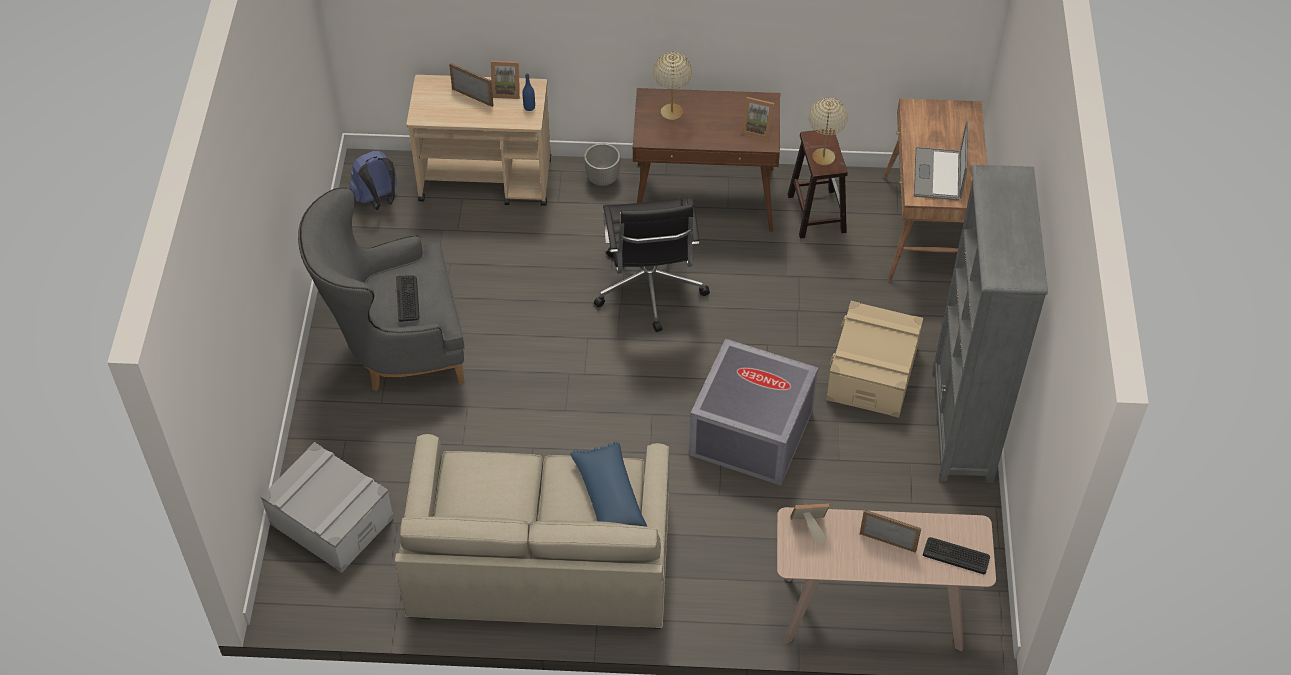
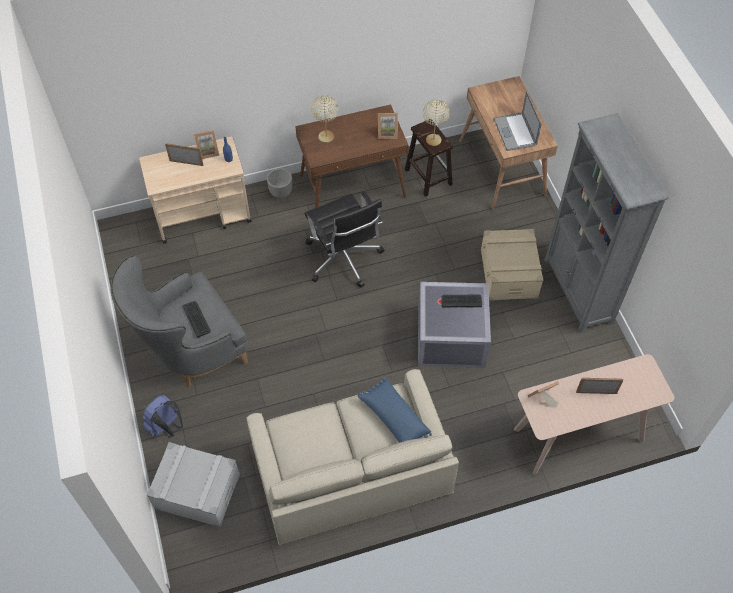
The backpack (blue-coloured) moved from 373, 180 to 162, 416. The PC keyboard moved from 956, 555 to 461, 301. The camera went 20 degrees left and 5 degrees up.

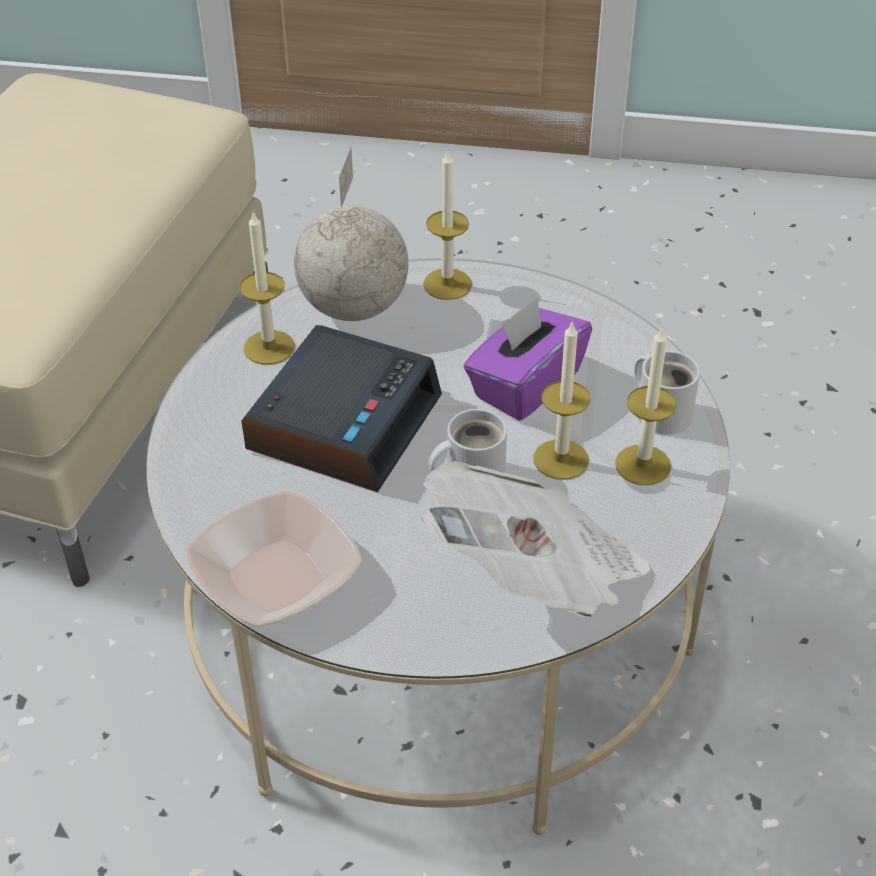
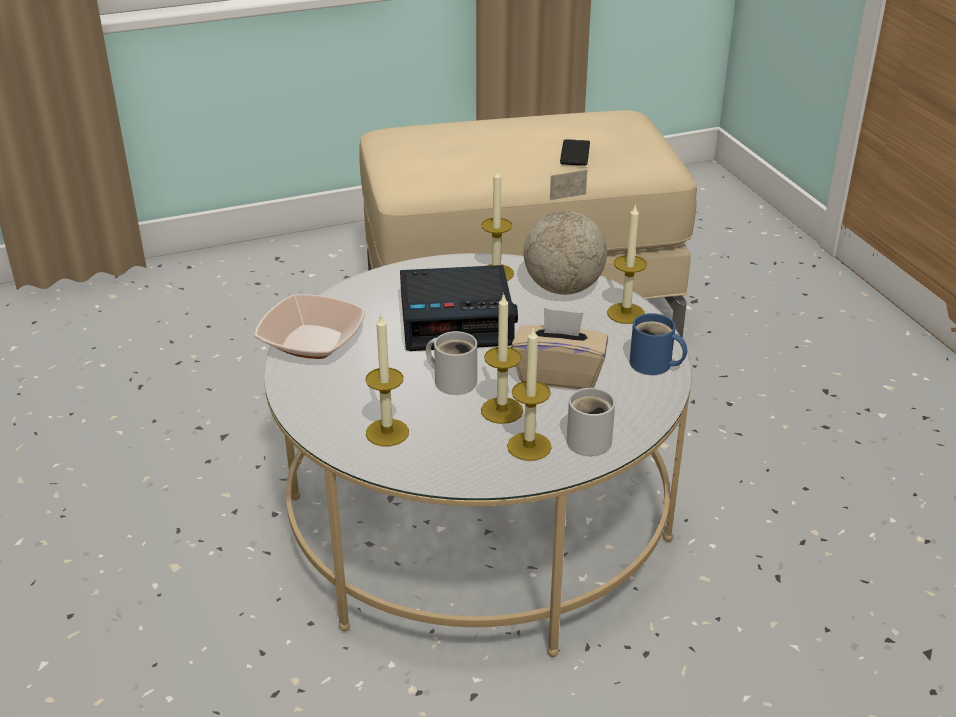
The box of tissues (purple) at 527, 359 became the box of tissues (sand-coloured) at 559, 349. The printed paper at 535, 539 was replaced by the candle at 387, 380. The telephone at 575, 152 appeared. The coffee mug (blue-coloured) at 658, 344 appeared. The camera went 60 degrees right and 10 degrees down.

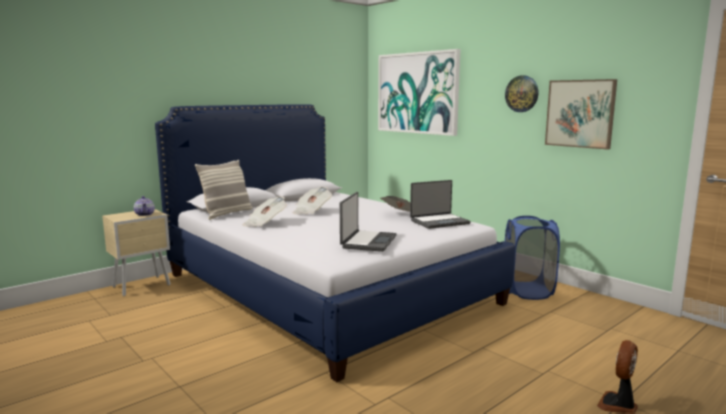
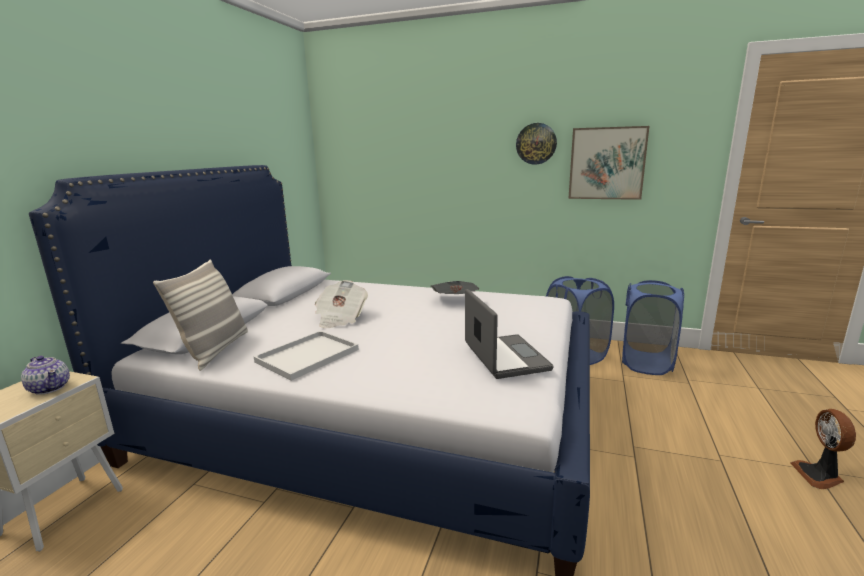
The picture at 419, 92 disappeared. The laptop at 440, 204 disappeared. The printed paper at 264, 211 was replaced by the carrying tray (white-coloured) at 306, 356. The hamper (blue-coloured) at 653, 327 appeared. The camera went 30 degrees left and 5 degrees up.

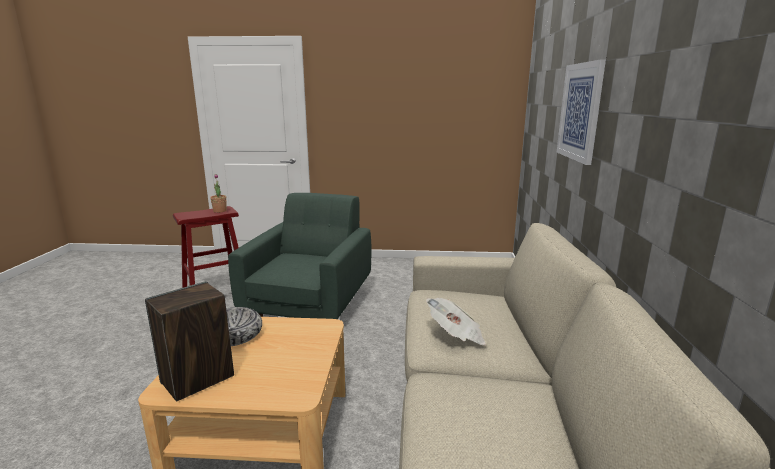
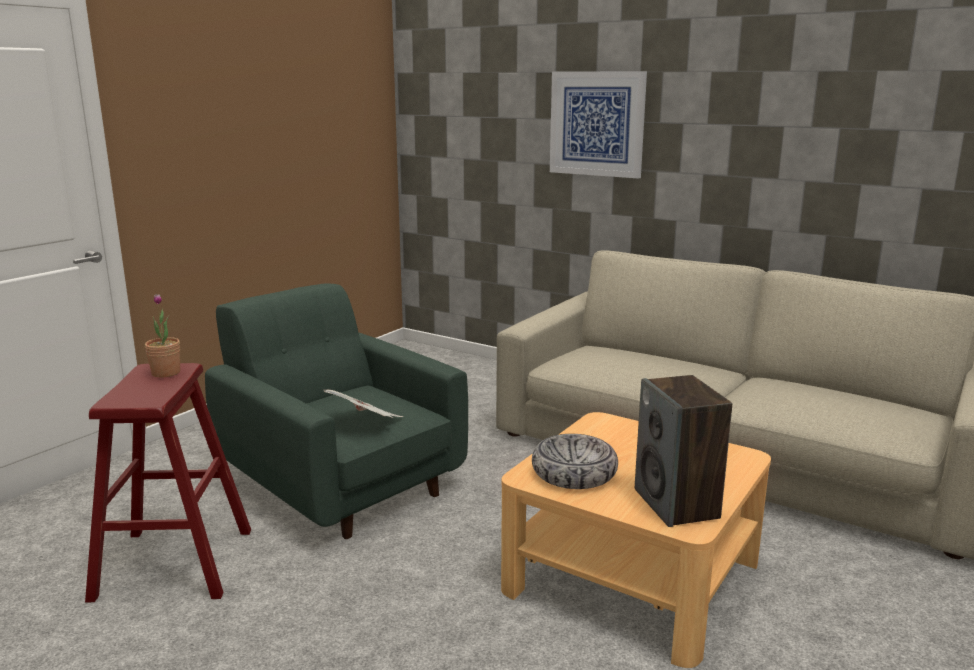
The printed paper moved from 456, 322 to 363, 404. The camera went 60 degrees left and 0 degrees up.

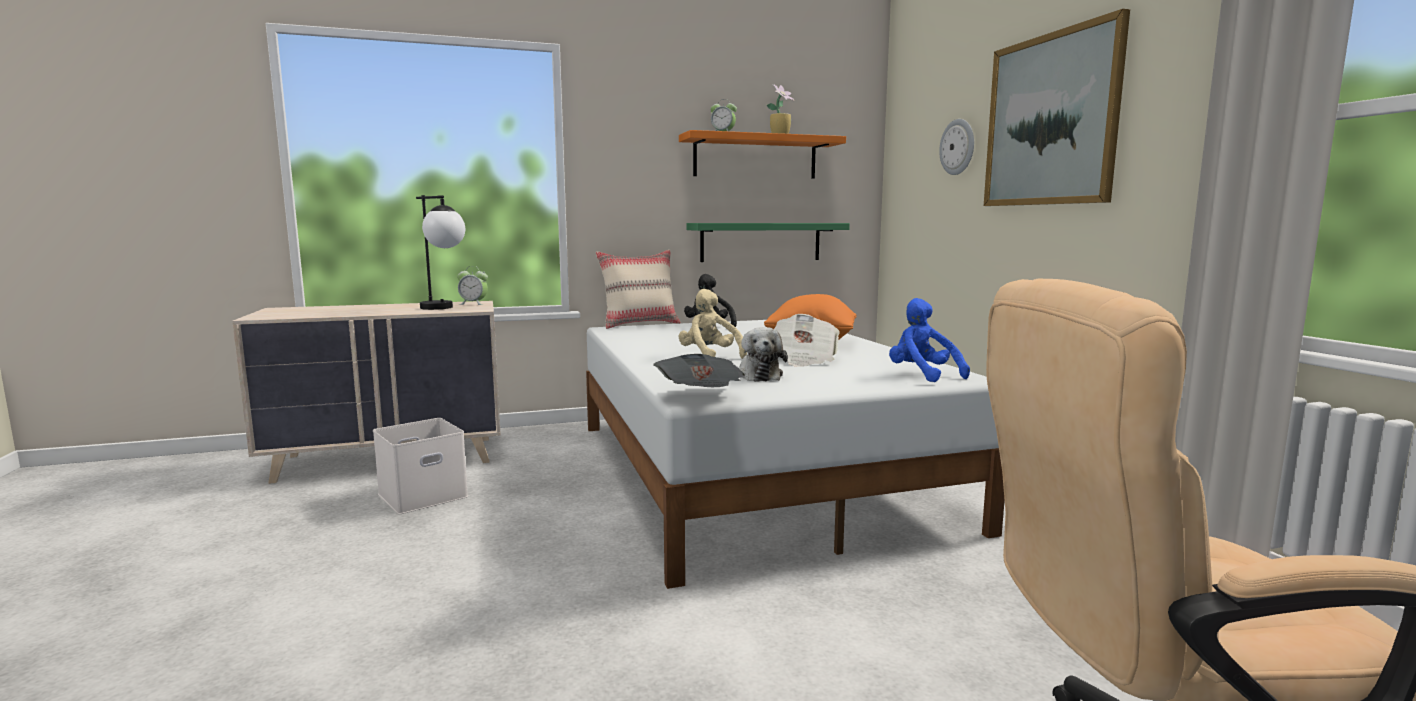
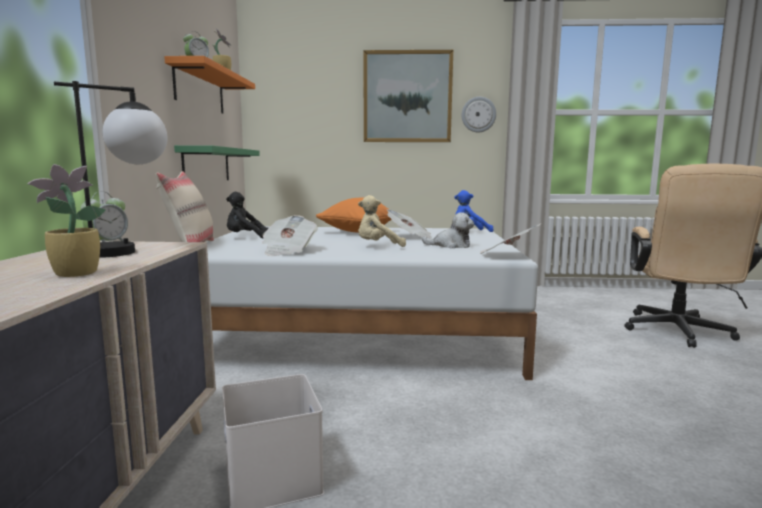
The wall clock moved from 956, 147 to 478, 114. The plant in a pot at 66, 220 appeared. The printed paper at 290, 235 appeared. The camera went 70 degrees left and 0 degrees up.

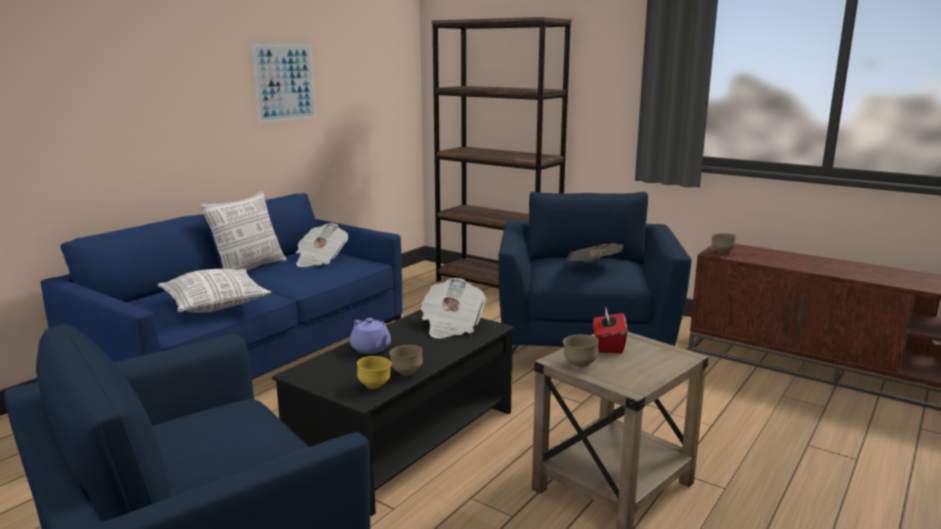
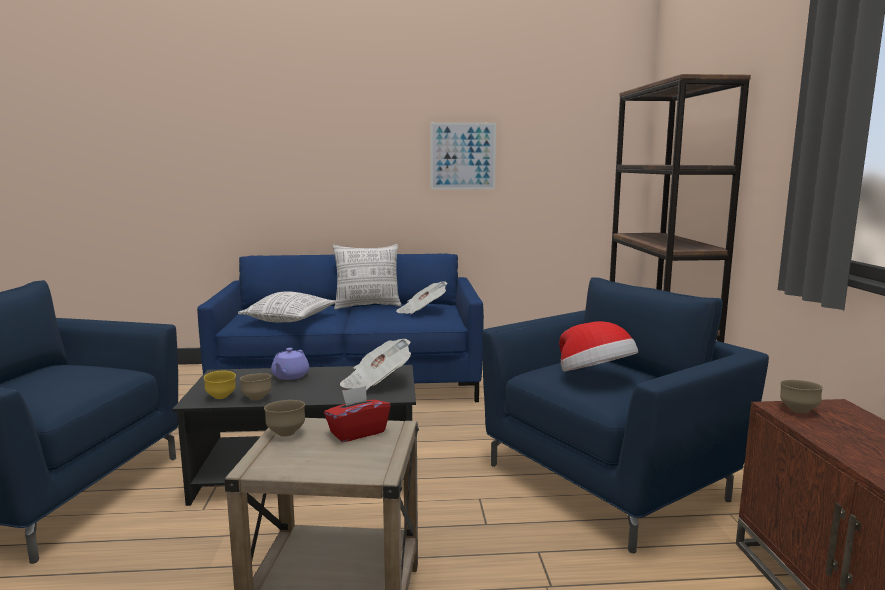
The printed paper at 595, 252 was replaced by the clothing hat at 598, 346. The camera went 50 degrees right and 5 degrees down.

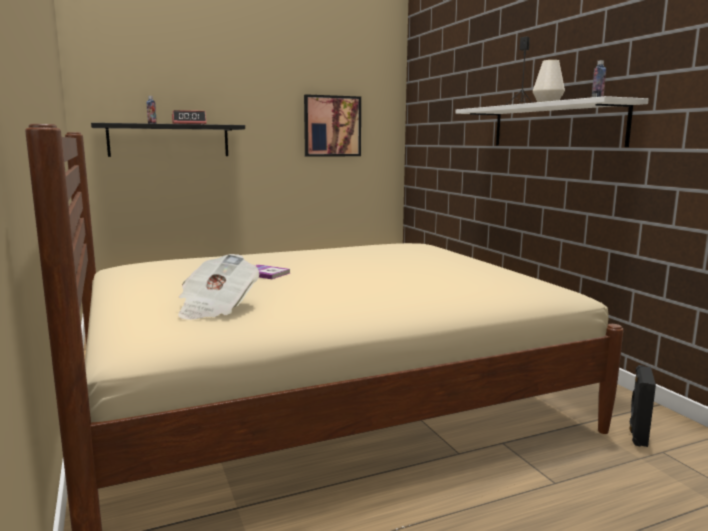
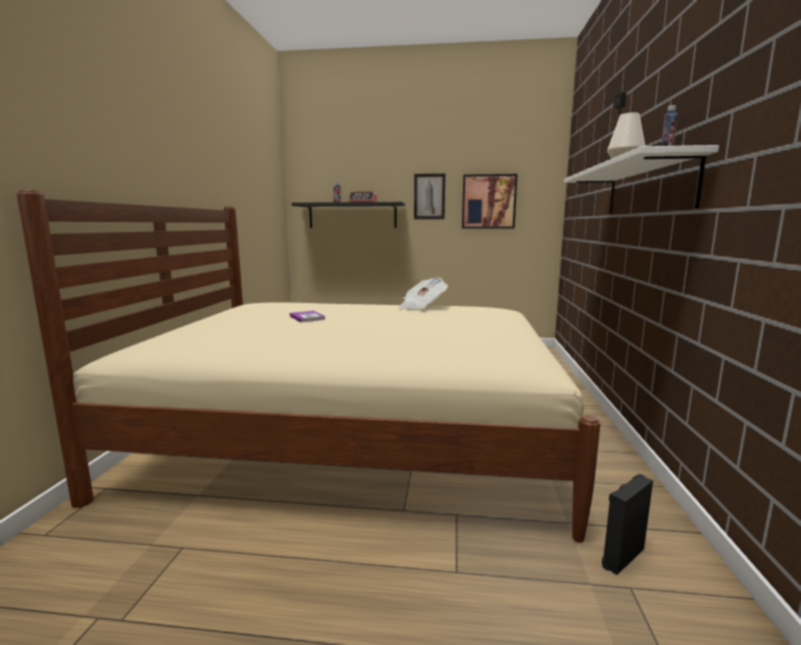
The printed paper moved from 219, 287 to 423, 293. The picture at 429, 196 appeared. The camera went 30 degrees right and 0 degrees up.

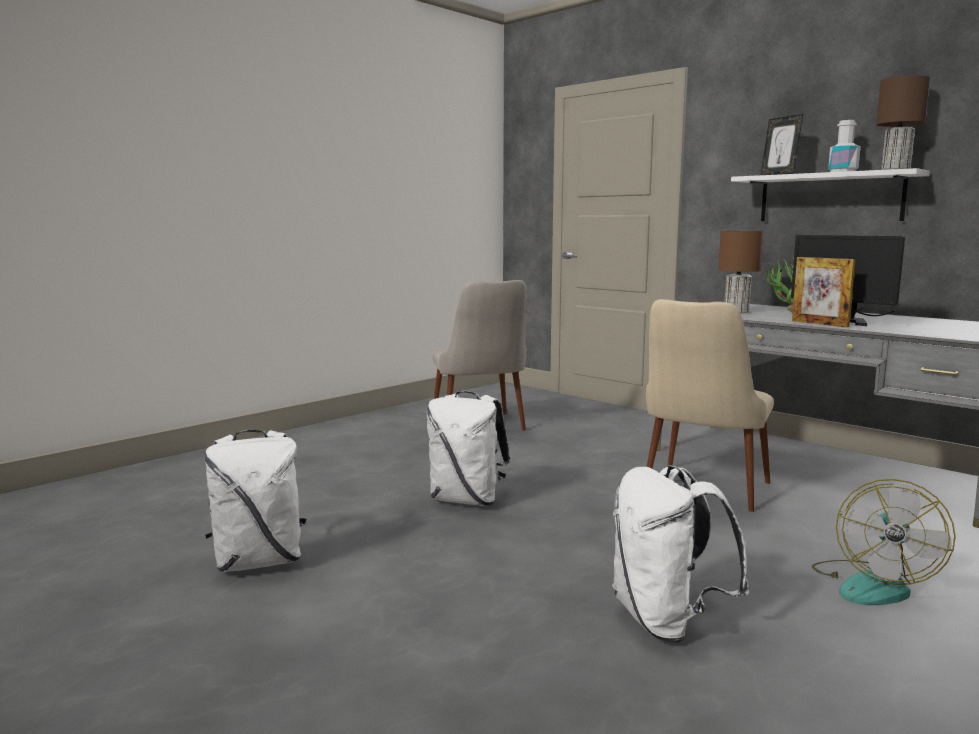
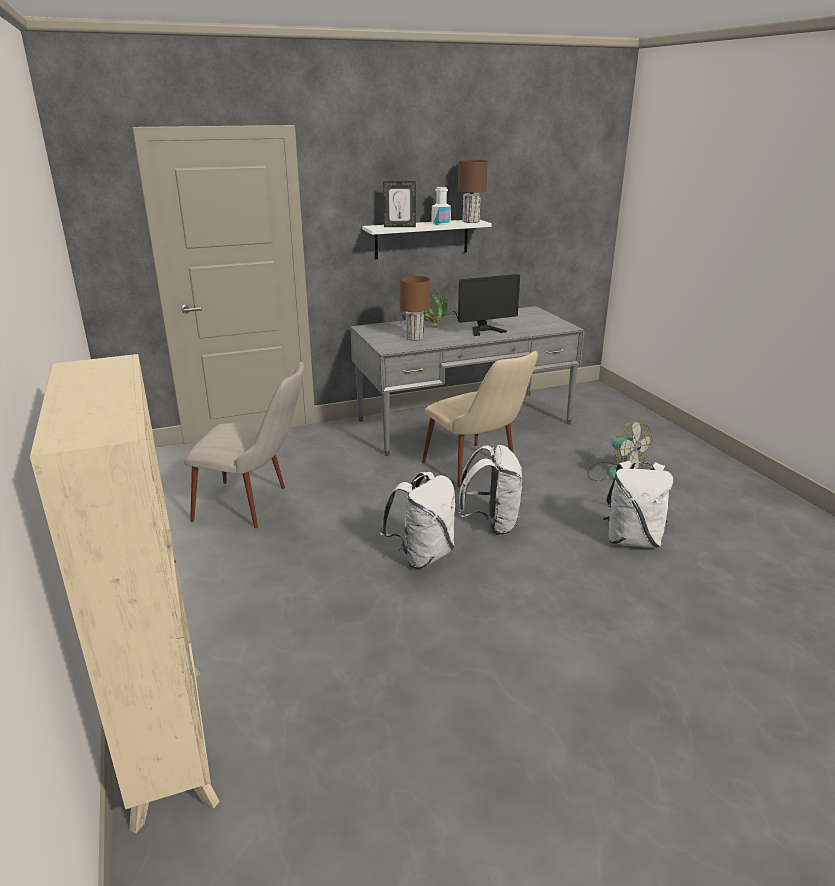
The picture frame at 824, 292 disappeared. The backpack (white-coloured) moved from 255, 500 to 491, 490. The shelving unit (sand-coloured) at 124, 593 appeared. The camera went 65 degrees left and 15 degrees up.

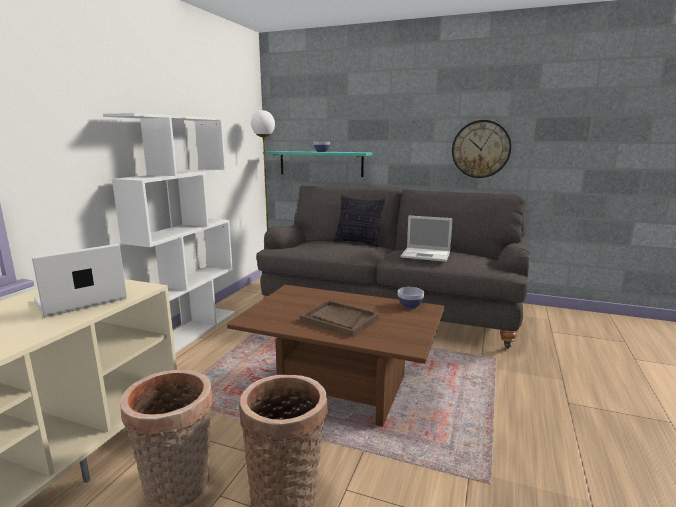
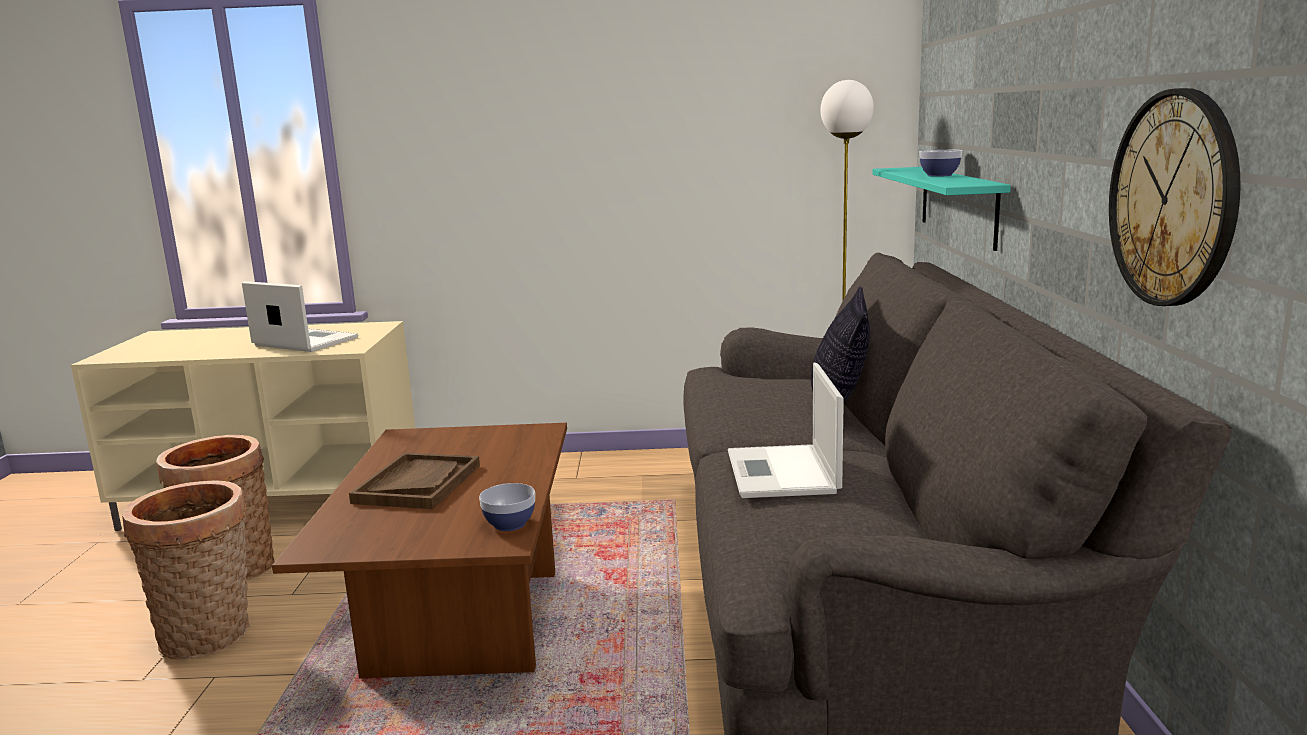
The shelving unit (white-coloured) at 169, 233 disappeared. The camera went 70 degrees right and 0 degrees up.

